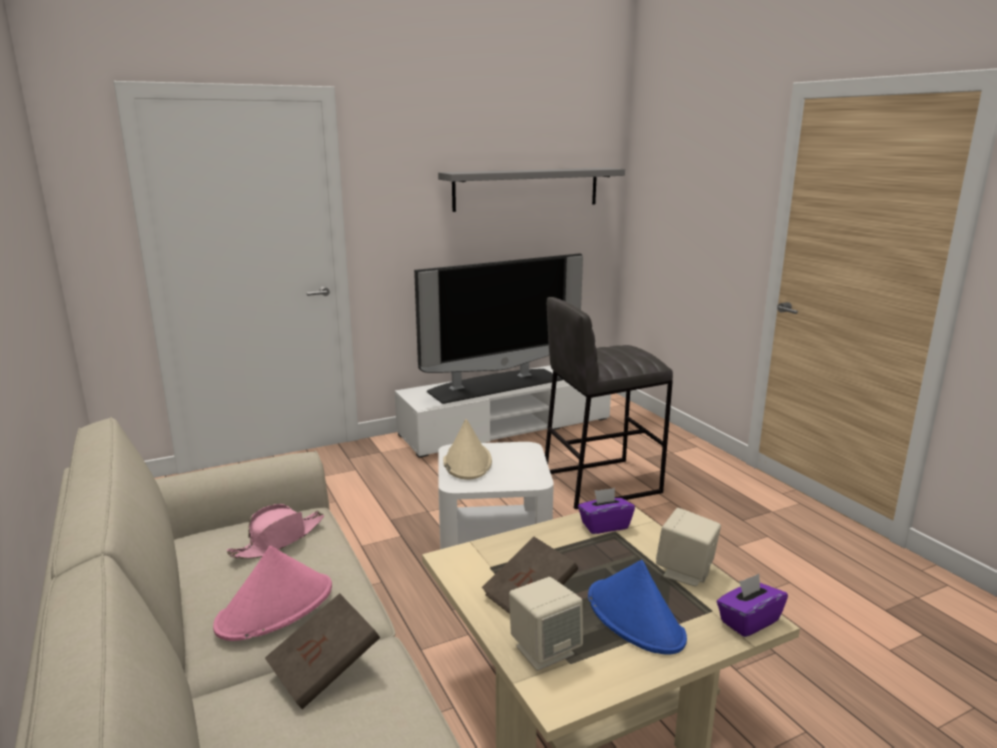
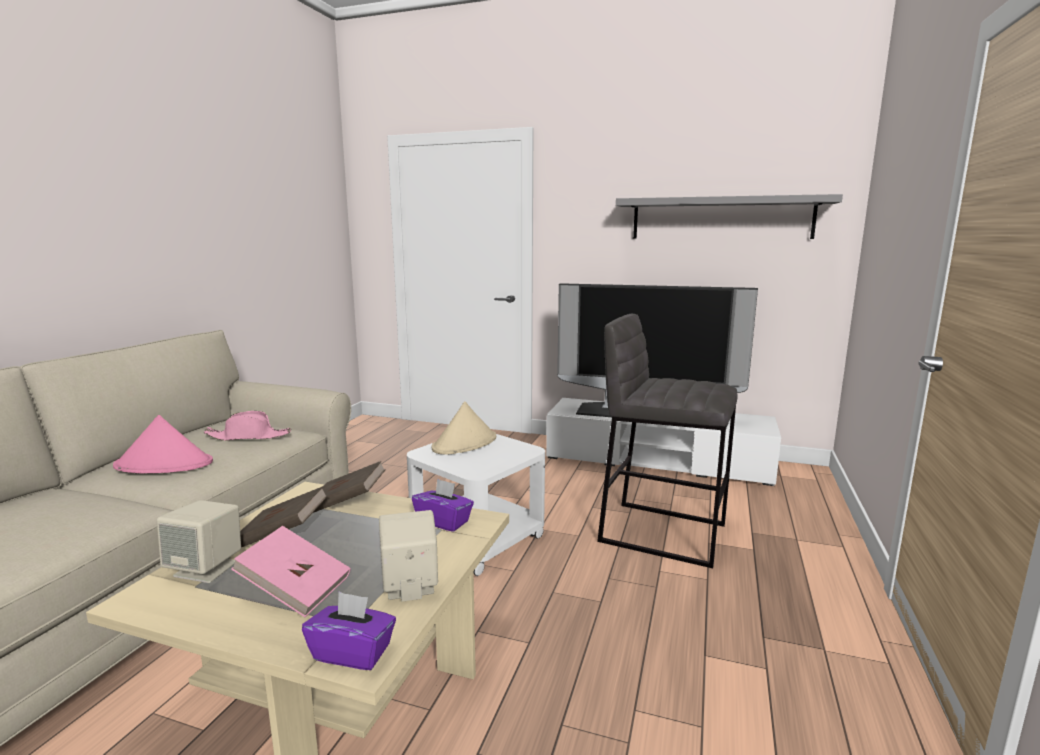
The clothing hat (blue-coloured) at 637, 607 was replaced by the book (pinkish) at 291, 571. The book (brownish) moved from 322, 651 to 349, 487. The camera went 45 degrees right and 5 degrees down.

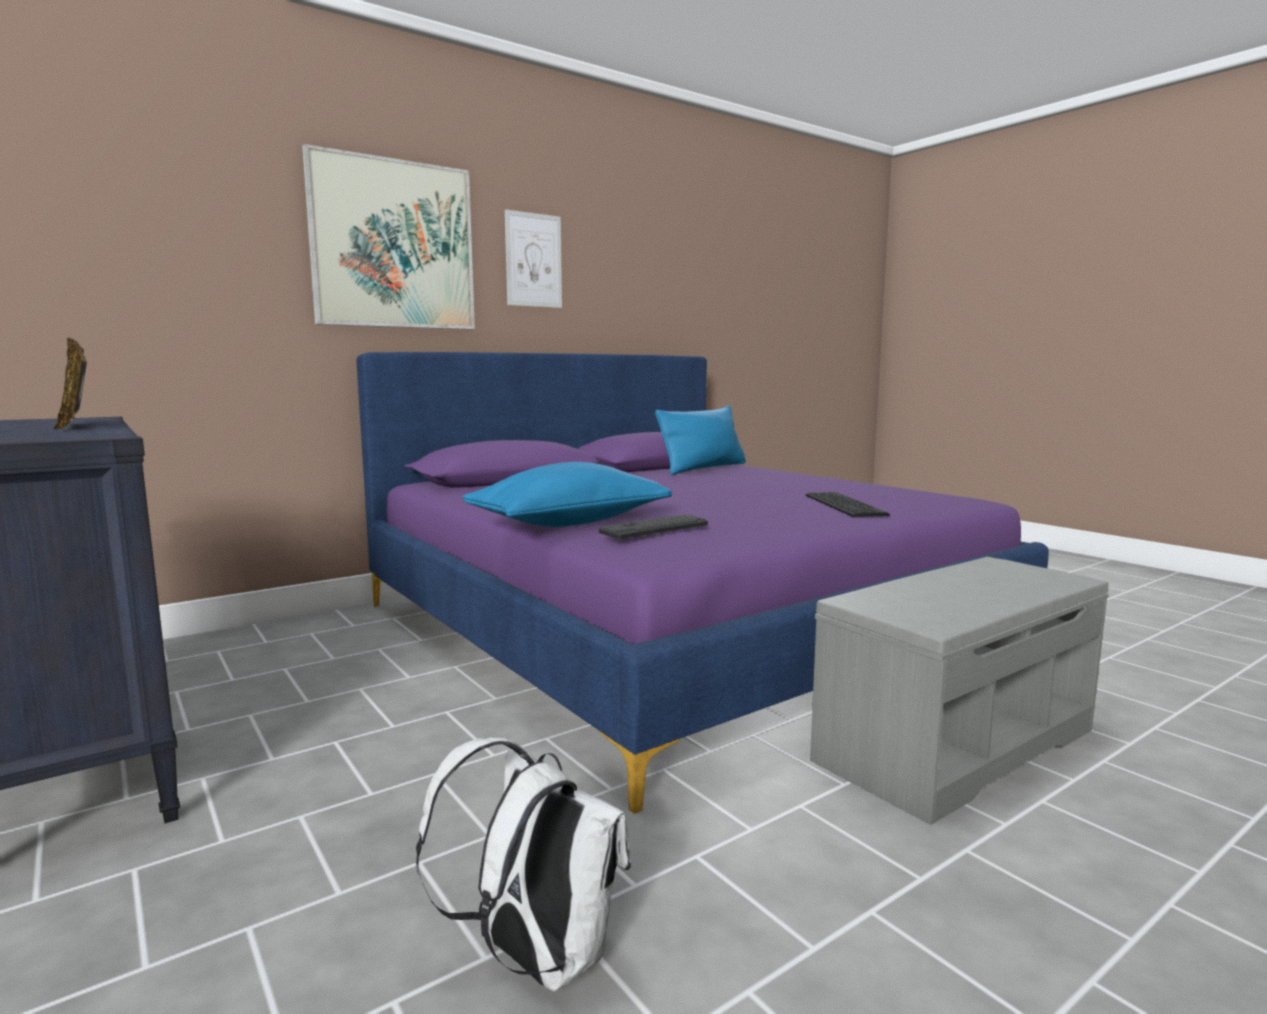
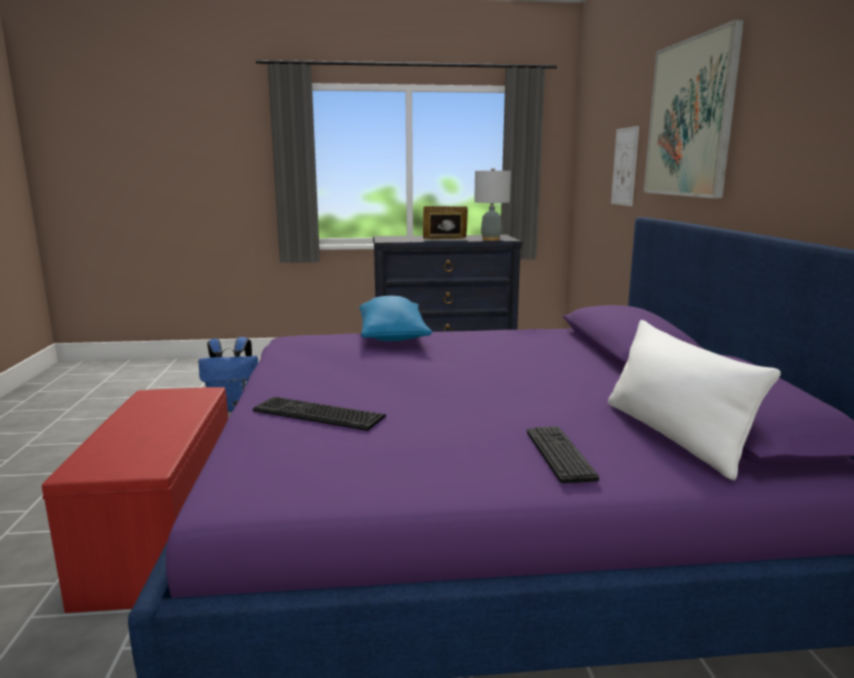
The picture moved from 533, 258 to 625, 166. The cushion (blue-coloured) at 700, 440 became the cushion (white-coloured) at 694, 400. The PC keyboard moved from 653, 526 to 563, 454. The bench (gray) at 959, 691 became the bench (red) at 135, 500. The backpack (white-coloured) at 523, 864 became the backpack (blue-coloured) at 228, 374. The tabletop lamp (gray) at 492, 204 appeared. The camera went 120 degrees right and 5 degrees up.

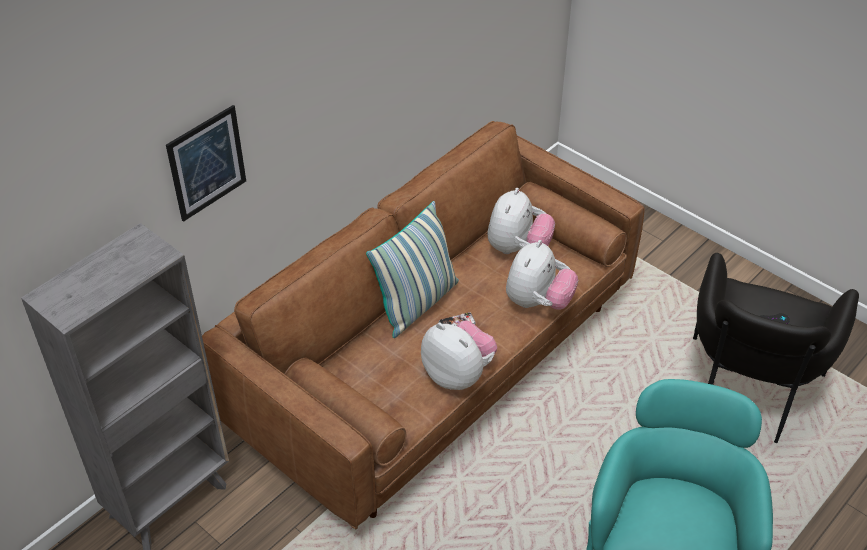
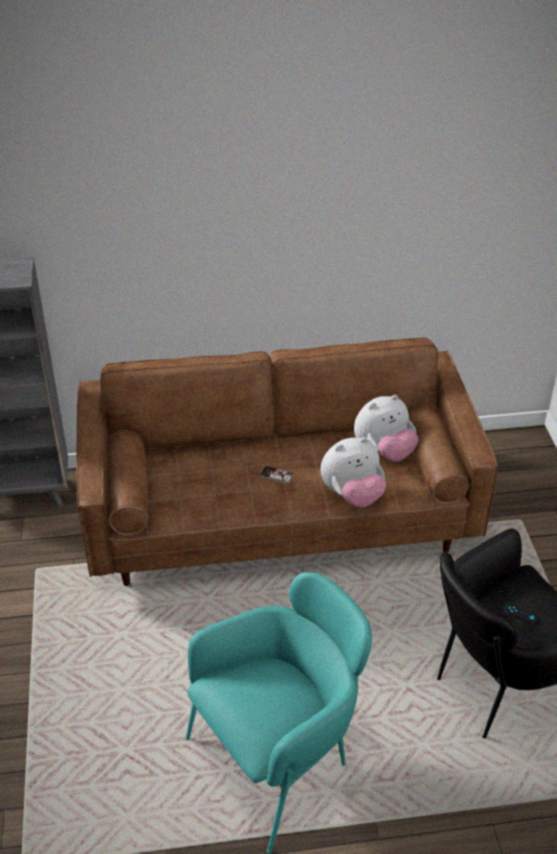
The picture at 206, 163 disappeared. The cushion at 412, 269 disappeared. The soft toy at 459, 355 disappeared. The camera went 40 degrees right and 5 degrees down.

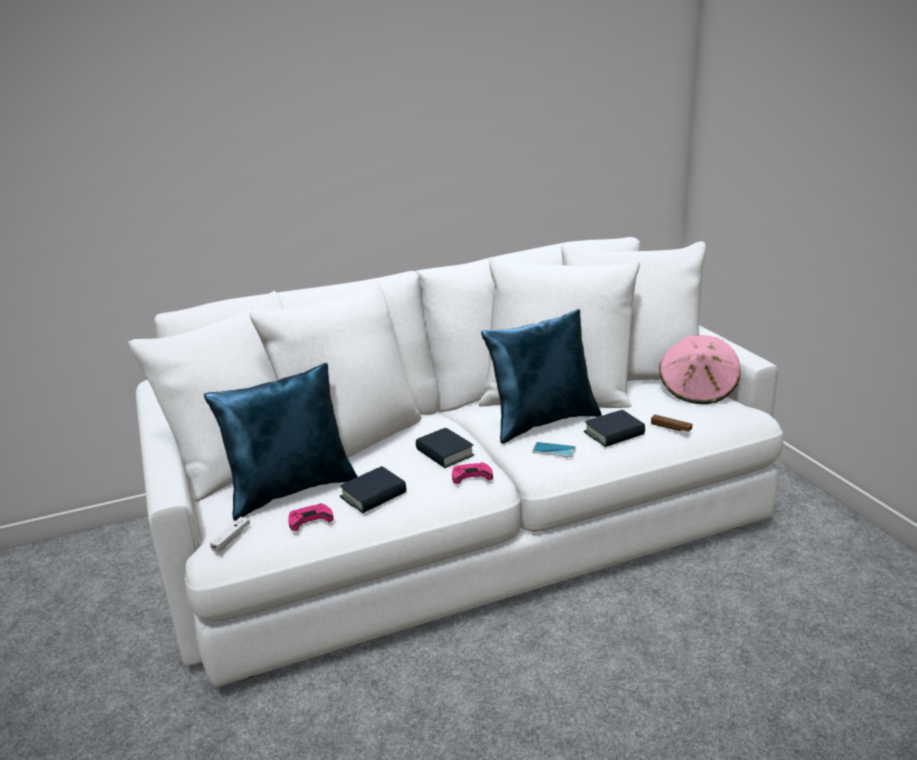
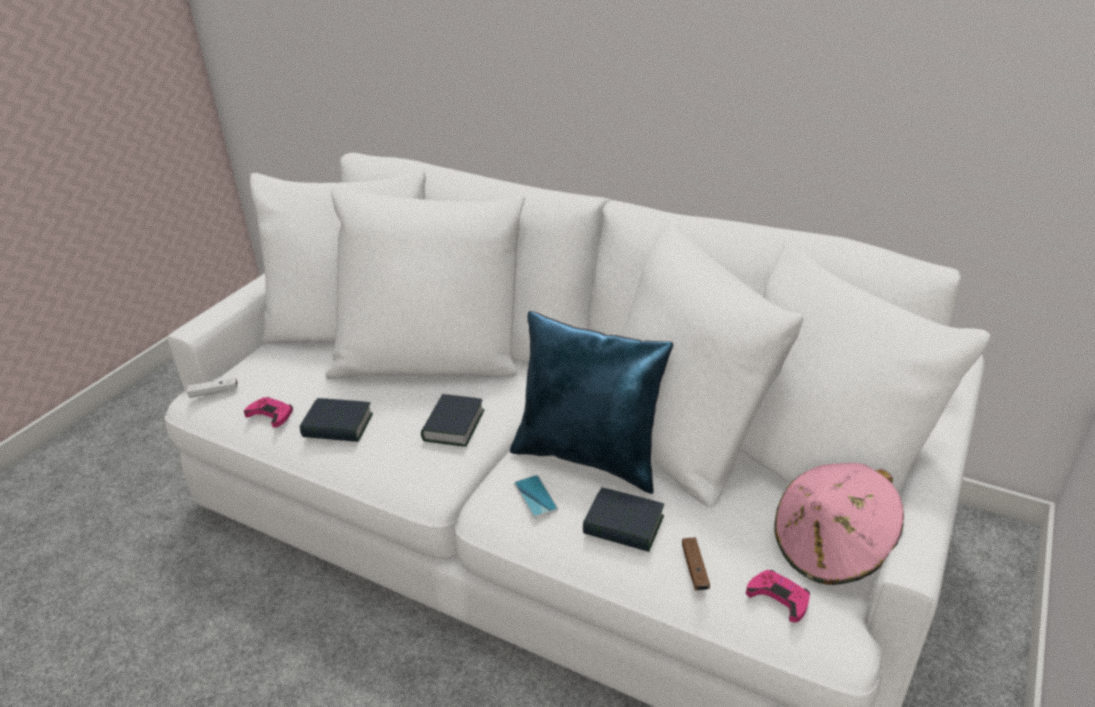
The cushion (blue-coloured) at 281, 442 disappeared. The gamepad (pinkish) moved from 472, 473 to 778, 596. The camera went 50 degrees right and 10 degrees up.

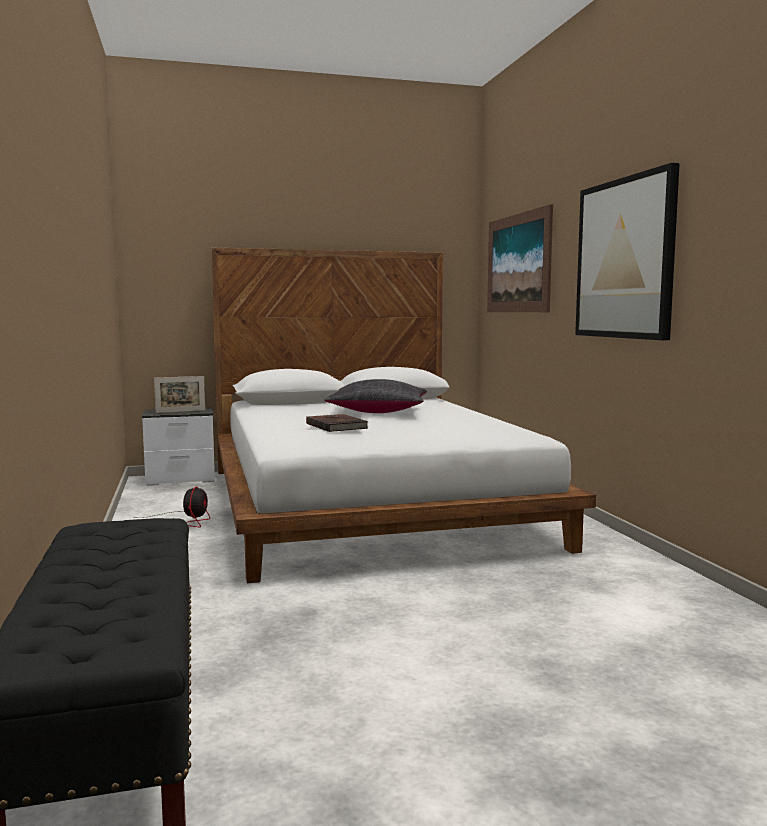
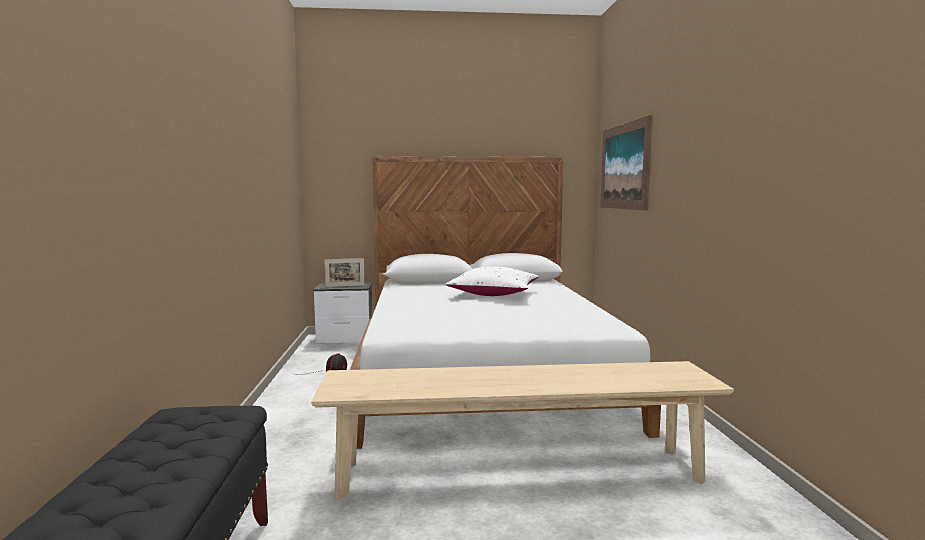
The picture at 627, 251 disappeared. The cushion (blackish) at 375, 396 became the cushion (white-coloured) at 492, 281. The book (brownish) at 337, 423 disappeared. The bench (sand-coloured) at 522, 430 appeared. The camera went 10 degrees right and 0 degrees up.

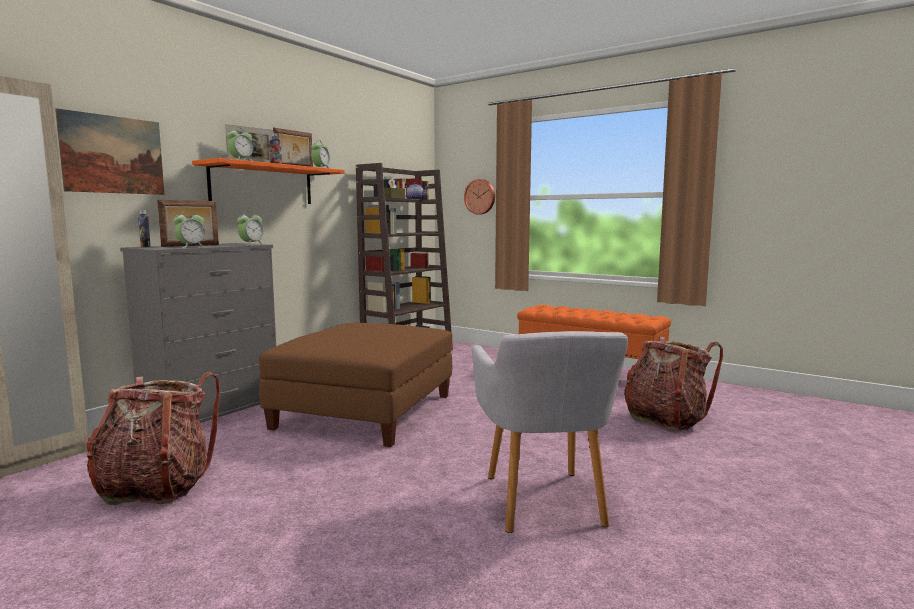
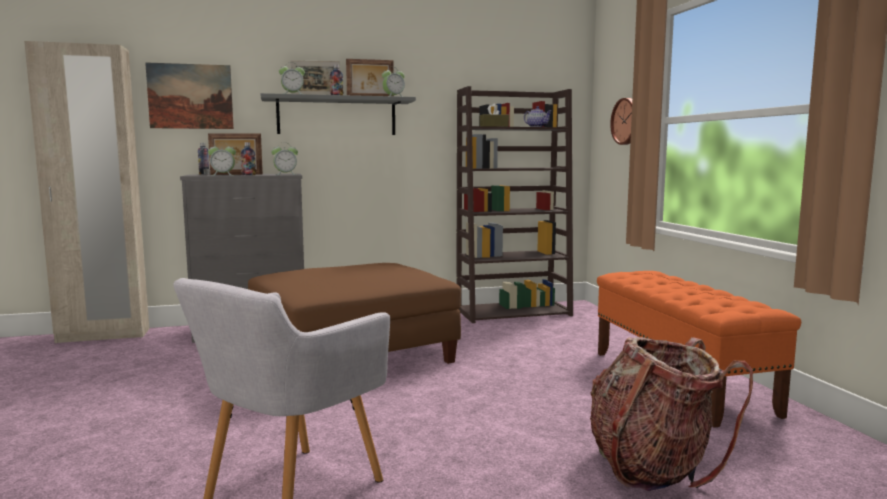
The shelf (orange) at 268, 181 became the shelf (gray) at 338, 114. The backpack at 153, 438 disappeared. The drink bottle at 248, 159 appeared. The camera went 40 degrees right and 0 degrees up.

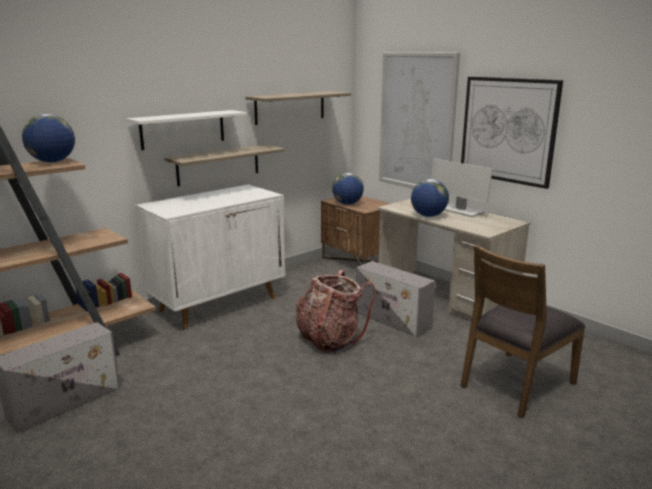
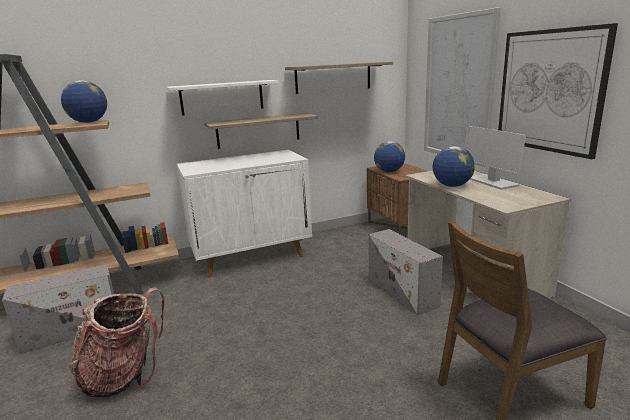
The backpack moved from 335, 311 to 116, 343. The camera went 20 degrees right and 0 degrees up.

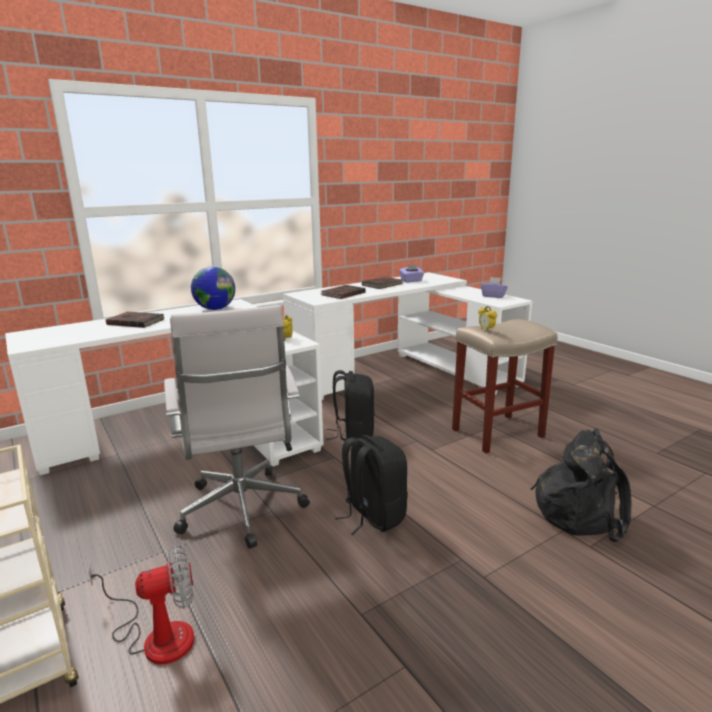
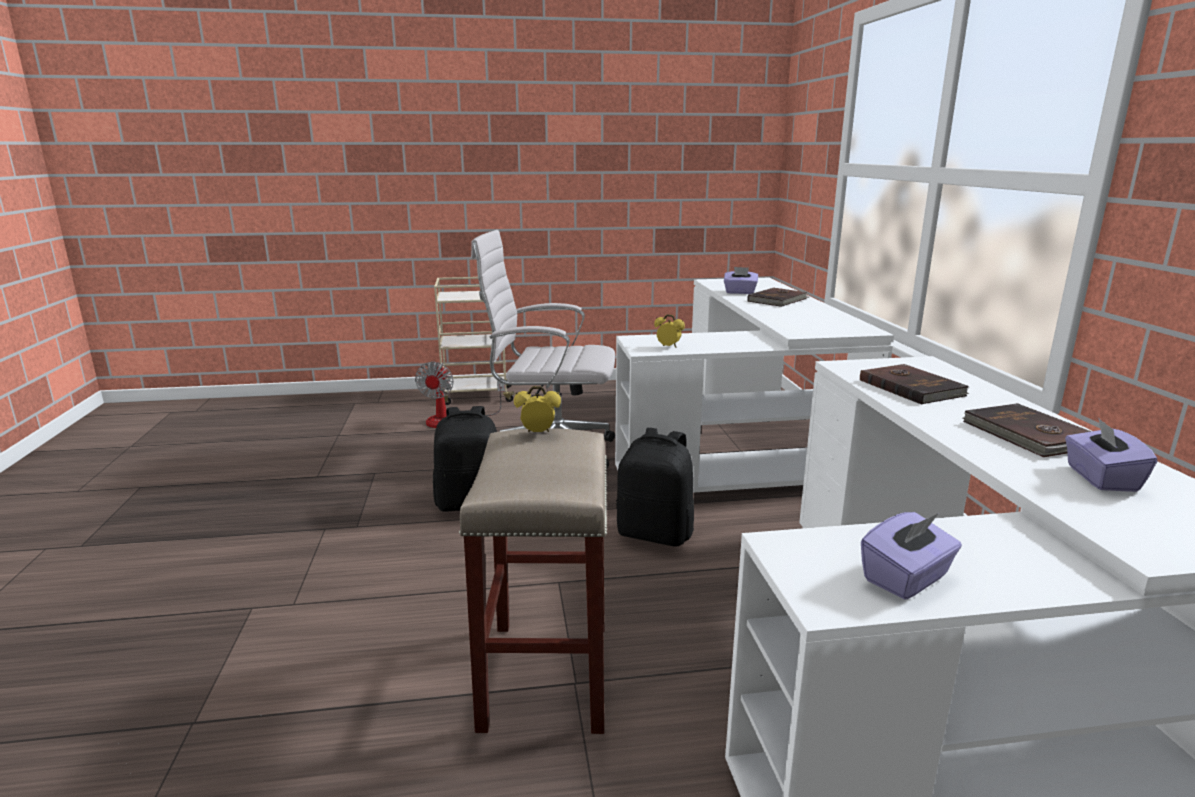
The desk globe at 213, 288 disappeared. The backpack (blackish) at 581, 485 disappeared. The box of tissues (purple) at 741, 280 appeared. The camera went 115 degrees right and 0 degrees up.

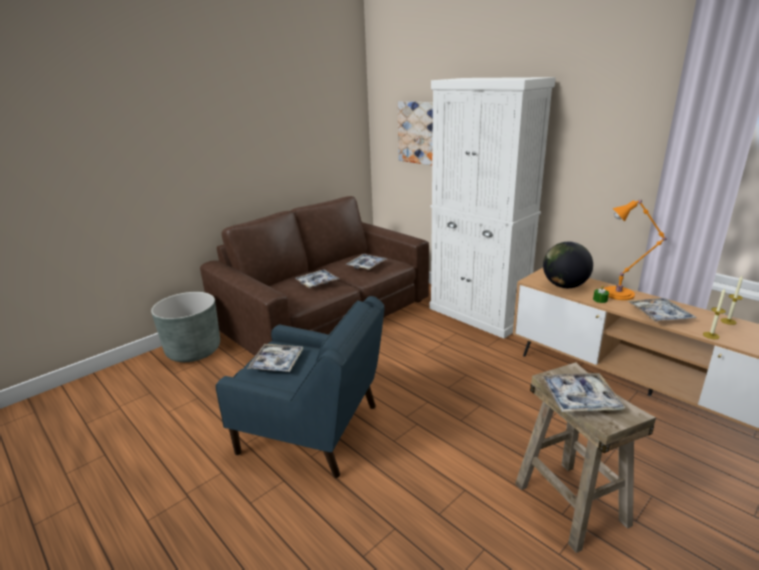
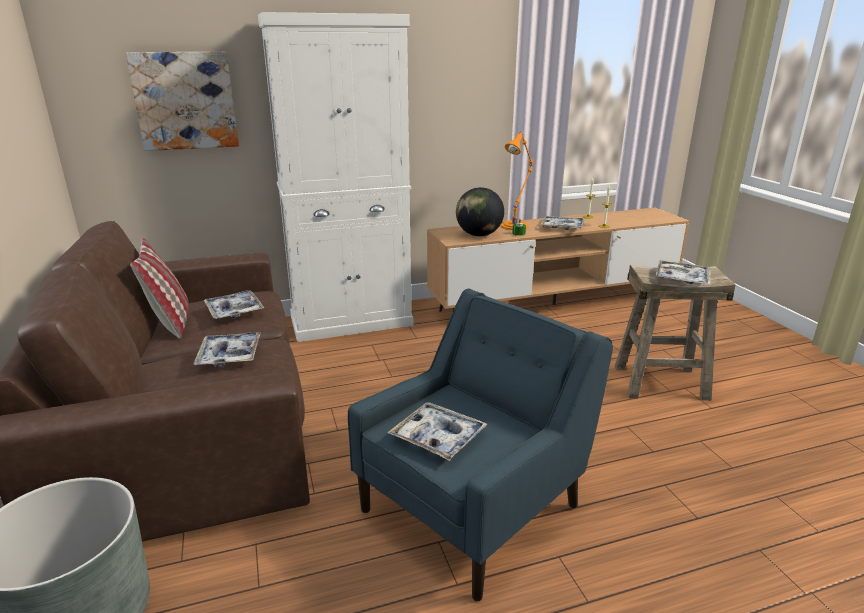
The cushion at 159, 288 appeared. The camera went 65 degrees left and 0 degrees up.

